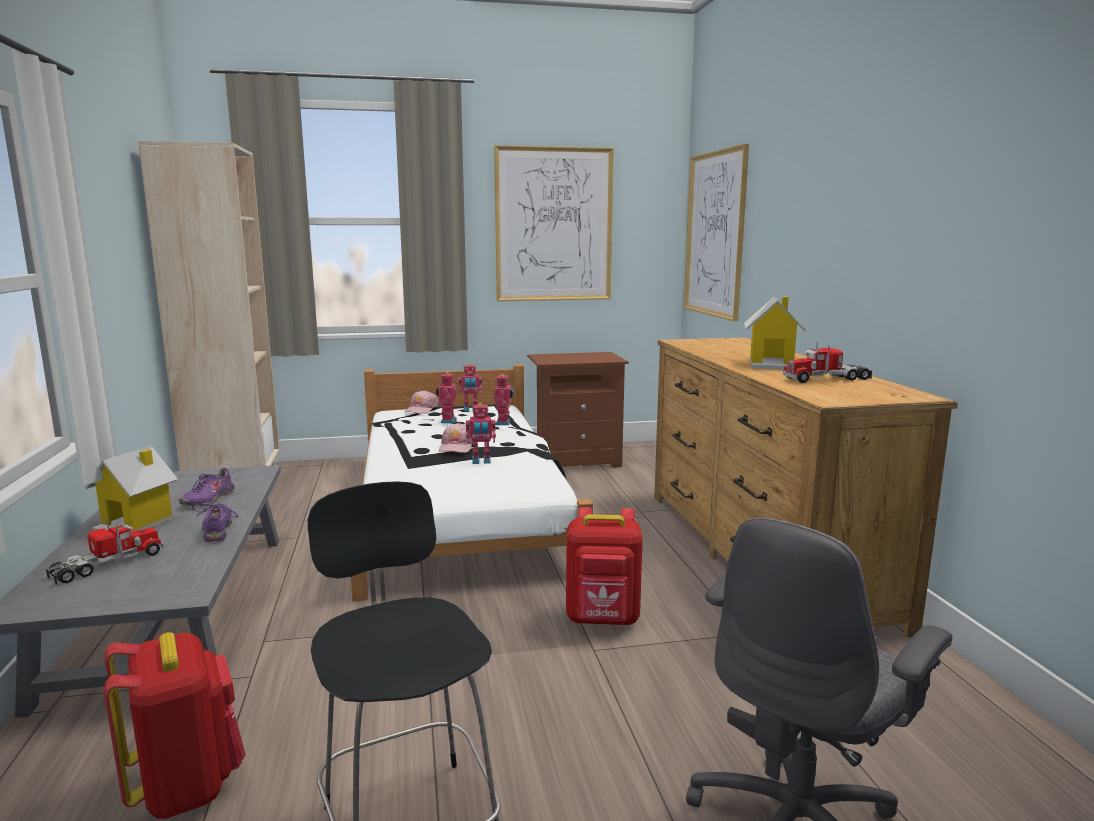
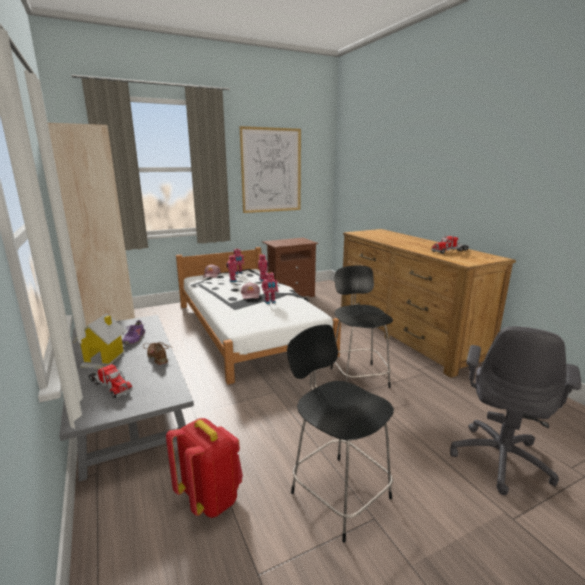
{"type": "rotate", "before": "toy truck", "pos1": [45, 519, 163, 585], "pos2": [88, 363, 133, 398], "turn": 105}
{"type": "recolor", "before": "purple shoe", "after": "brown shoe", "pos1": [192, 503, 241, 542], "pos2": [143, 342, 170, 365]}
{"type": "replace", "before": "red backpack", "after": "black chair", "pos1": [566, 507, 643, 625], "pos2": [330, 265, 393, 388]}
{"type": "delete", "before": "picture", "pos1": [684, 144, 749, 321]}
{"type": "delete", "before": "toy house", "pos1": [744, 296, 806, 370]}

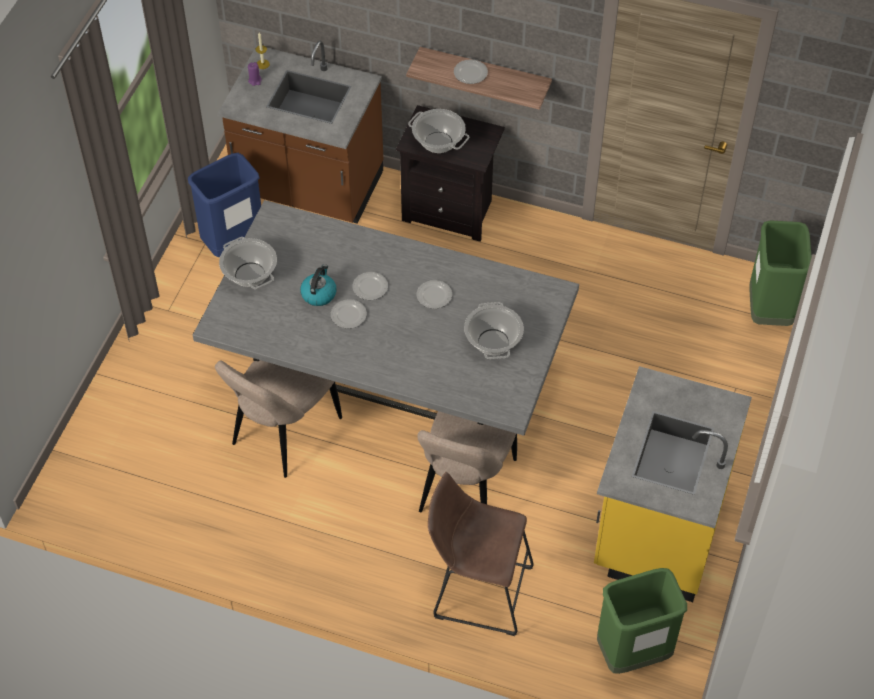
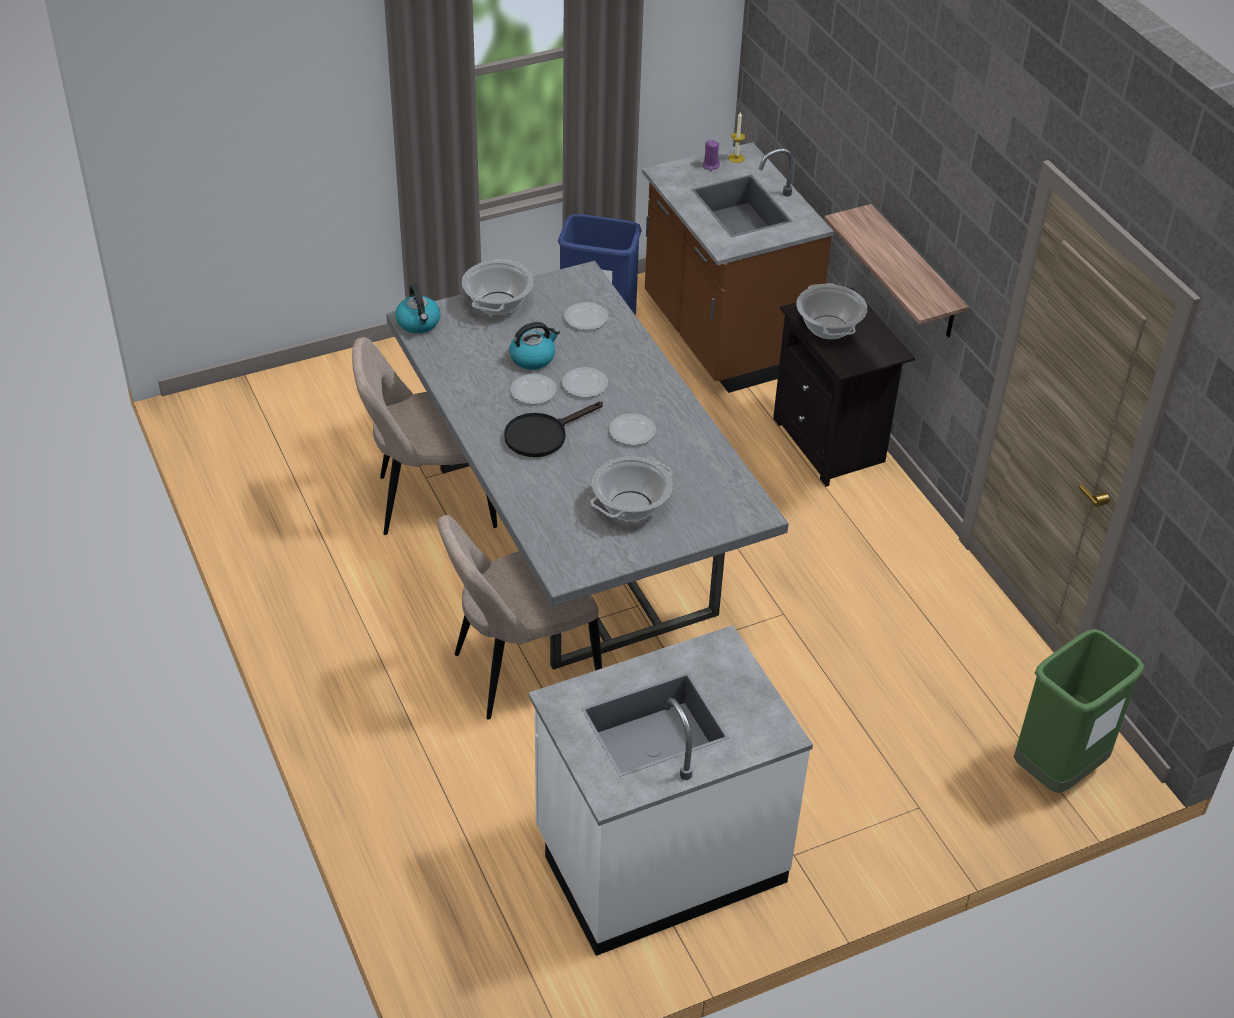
{"type": "insert", "after": "kettle", "pos2": [395, 284, 441, 333]}
{"type": "insert", "after": "black frying pan", "pos2": [504, 402, 603, 457]}
{"type": "recolor", "before": "yellow counter", "after": "white counter", "pos1": [594, 366, 752, 602], "pos2": [529, 625, 813, 956]}
{"type": "move", "before": "plate", "pos1": [454, 59, 488, 84], "pos2": [564, 302, 608, 330]}
{"type": "delete", "before": "brown stool", "pos1": [428, 472, 534, 636]}
{"type": "delete", "before": "green trash can", "pos1": [597, 568, 687, 674]}

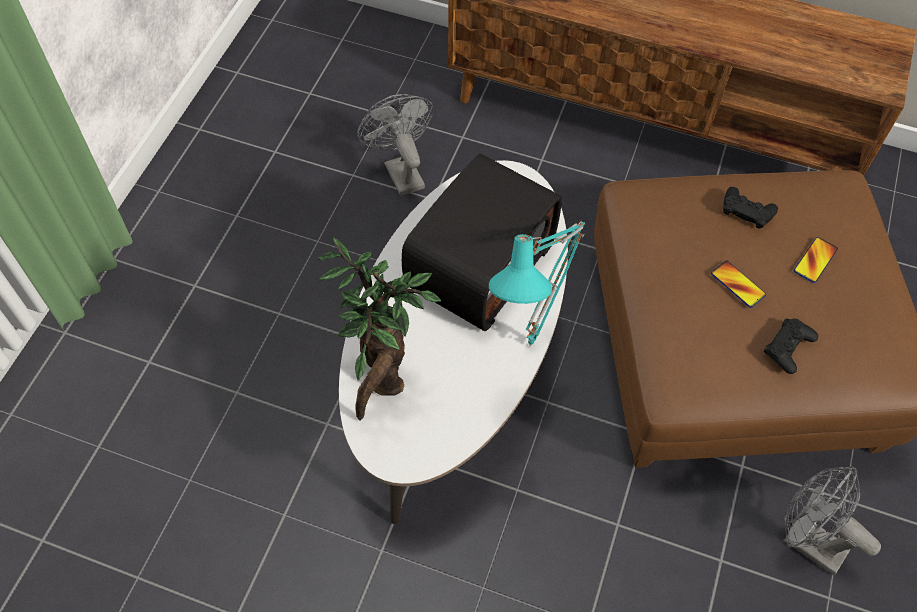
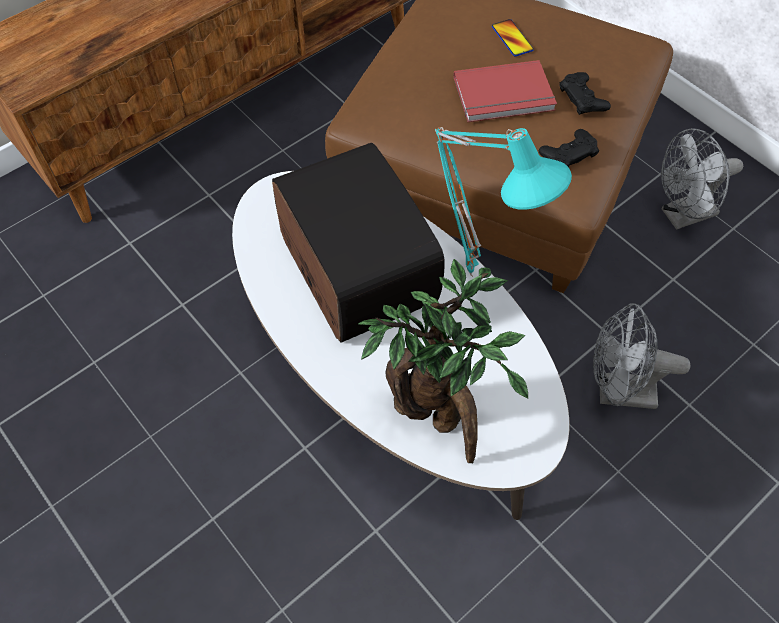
{"type": "replace", "before": "phone", "after": "red book", "pos1": [711, 260, 766, 308], "pos2": [453, 60, 557, 122]}
{"type": "move", "before": "black game controller", "pos1": [723, 187, 778, 229], "pos2": [539, 129, 599, 167]}
{"type": "move", "before": "grey fan", "pos1": [357, 94, 433, 196], "pos2": [593, 303, 690, 409]}

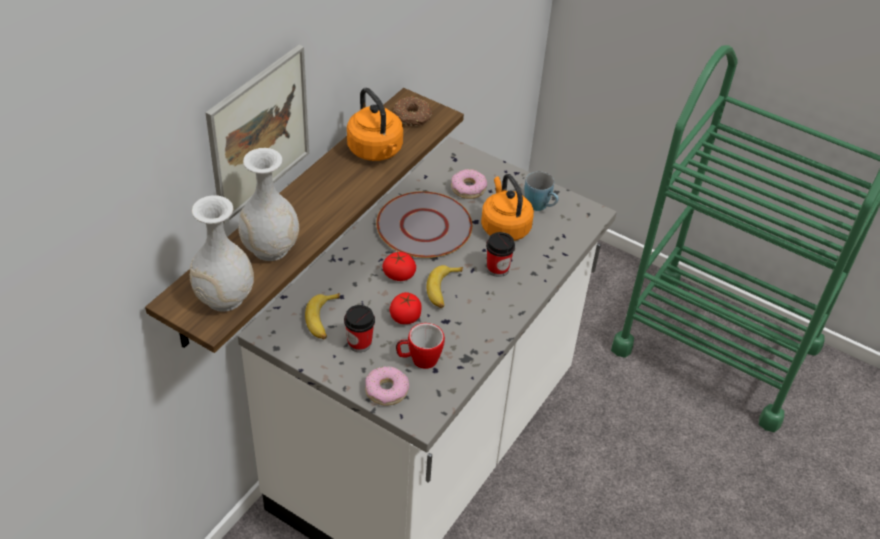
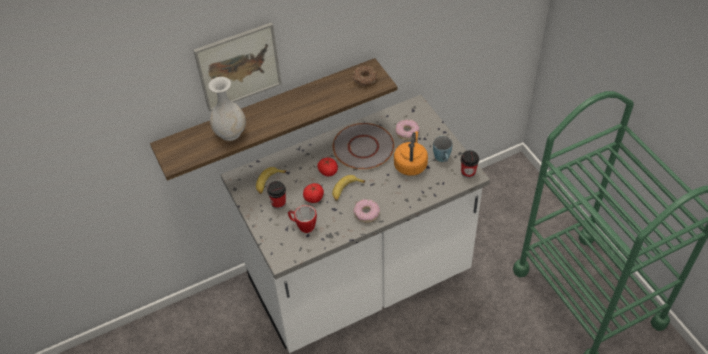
{"type": "move", "before": "donut", "pos1": [365, 366, 409, 406], "pos2": [353, 199, 380, 223]}
{"type": "move", "before": "cup", "pos1": [486, 232, 515, 277], "pos2": [461, 150, 479, 178]}
{"type": "delete", "before": "white vase", "pos1": [190, 195, 254, 311]}
{"type": "delete", "before": "orange kettle", "pos1": [347, 88, 403, 161]}

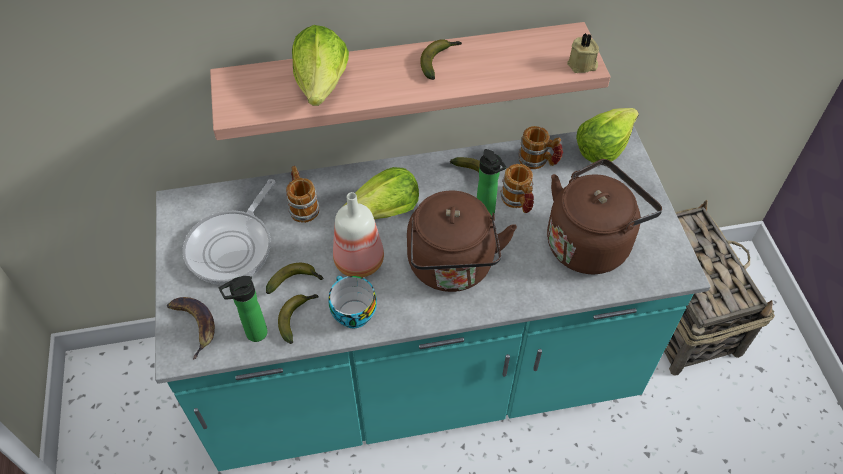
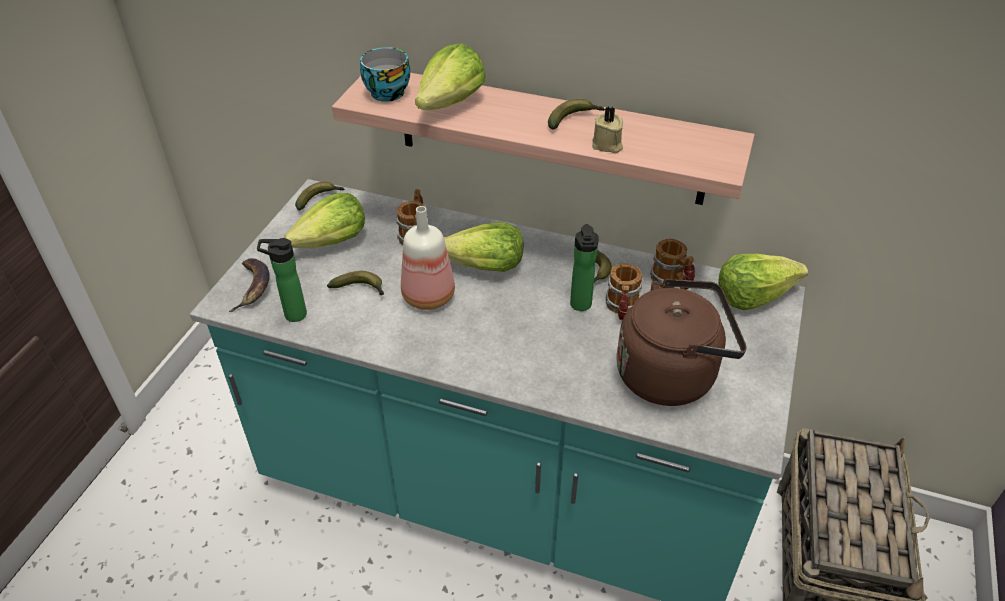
{"type": "replace", "before": "frying pan", "after": "lettuce", "pos1": [182, 179, 275, 285], "pos2": [284, 193, 365, 248]}
{"type": "move", "before": "banana", "pos1": [278, 294, 319, 344], "pos2": [295, 182, 345, 210]}
{"type": "move", "before": "cup", "pos1": [329, 276, 377, 328], "pos2": [360, 47, 410, 102]}
{"type": "move", "before": "beige candle", "pos1": [567, 33, 599, 73], "pos2": [592, 107, 623, 153]}
{"type": "delete", "before": "brown kettle", "pos1": [407, 190, 517, 292]}

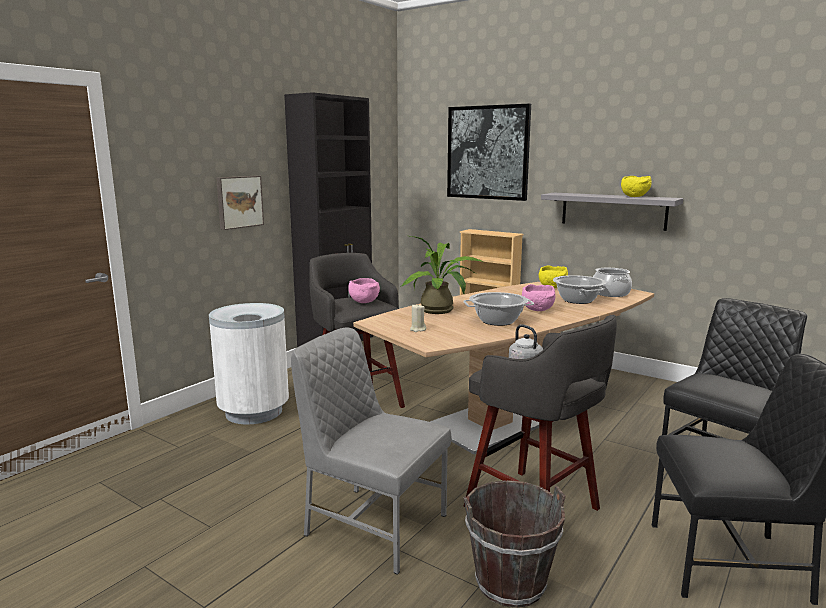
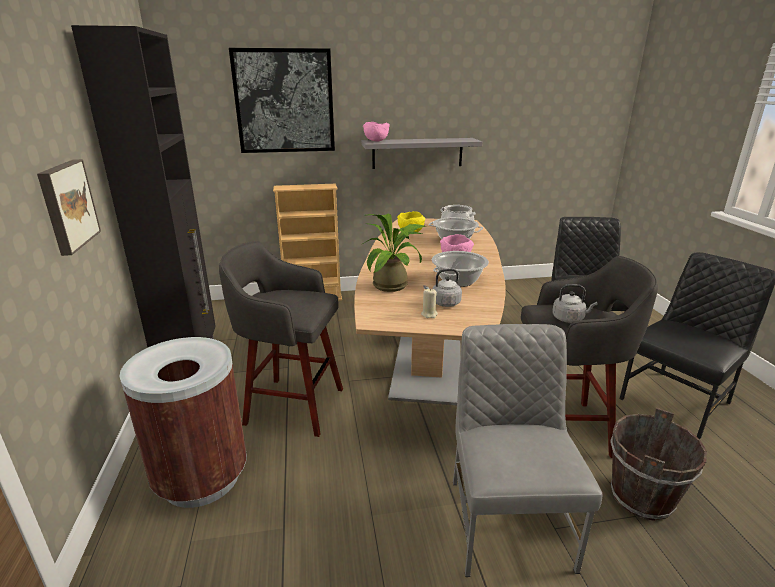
{"type": "recolor", "before": "white trash can", "after": "brown trash can", "pos1": [209, 303, 289, 424], "pos2": [119, 337, 247, 508]}
{"type": "move", "before": "pink bowl", "pos1": [348, 278, 380, 303], "pos2": [363, 122, 390, 142]}
{"type": "insert", "after": "grey kettle", "pos2": [423, 268, 462, 307]}
{"type": "rotate", "before": "grey chair", "pos1": [291, 328, 452, 575], "pos2": [453, 324, 603, 577], "turn": 105}
{"type": "delete", "before": "yellow bowl", "pos1": [621, 176, 652, 197]}

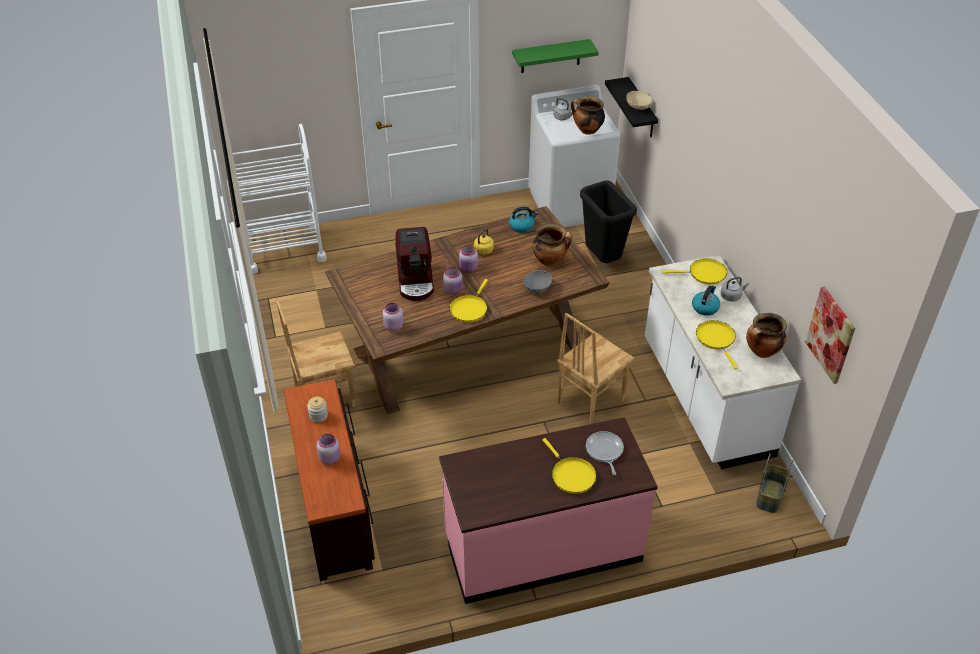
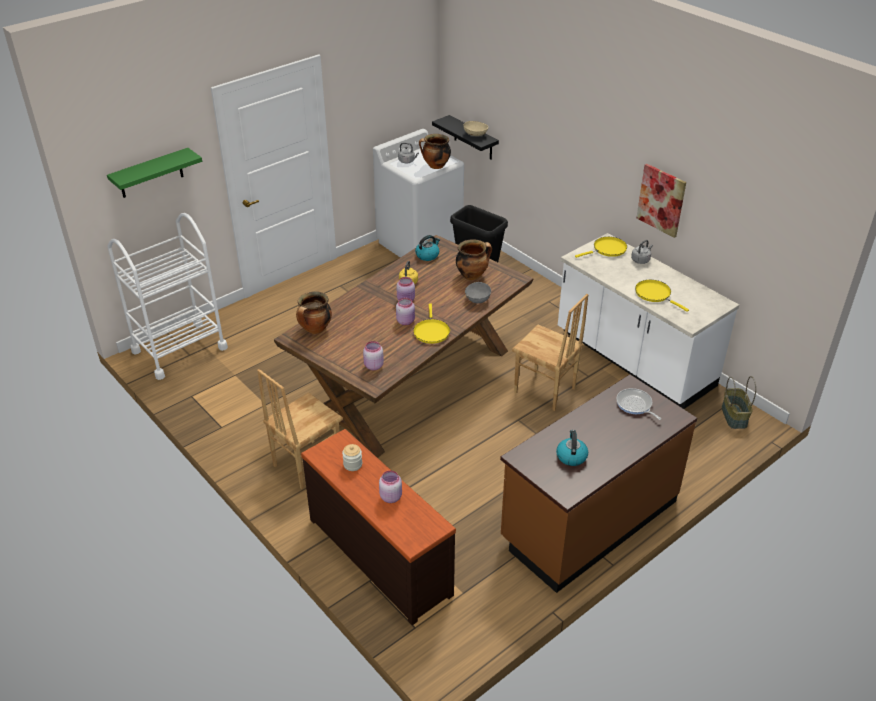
{"type": "move", "before": "green shelf", "pos1": [512, 39, 599, 73], "pos2": [107, 148, 202, 198]}
{"type": "move", "before": "cooking pot", "pos1": [746, 313, 787, 358], "pos2": [296, 291, 332, 334]}
{"type": "recolor", "before": "pink counter", "after": "brown counter", "pos1": [439, 417, 658, 604], "pos2": [500, 375, 697, 593]}
{"type": "rotate", "before": "brown chair", "pos1": [557, 313, 635, 424], "pos2": [512, 294, 588, 411], "turn": -75}
{"type": "move", "before": "kettle", "pos1": [692, 285, 720, 316], "pos2": [556, 430, 588, 466]}
{"type": "move", "before": "picture", "pos1": [805, 287, 855, 384], "pos2": [636, 164, 686, 238]}
{"type": "delete", "before": "coffee machine", "pos1": [395, 227, 434, 301]}
{"type": "delete", "before": "yellow frying pan", "pos1": [542, 438, 596, 494]}

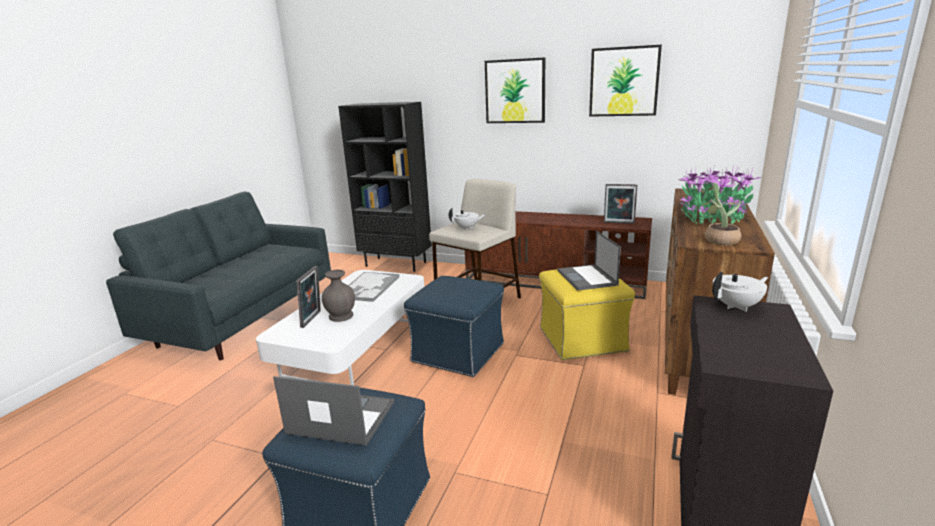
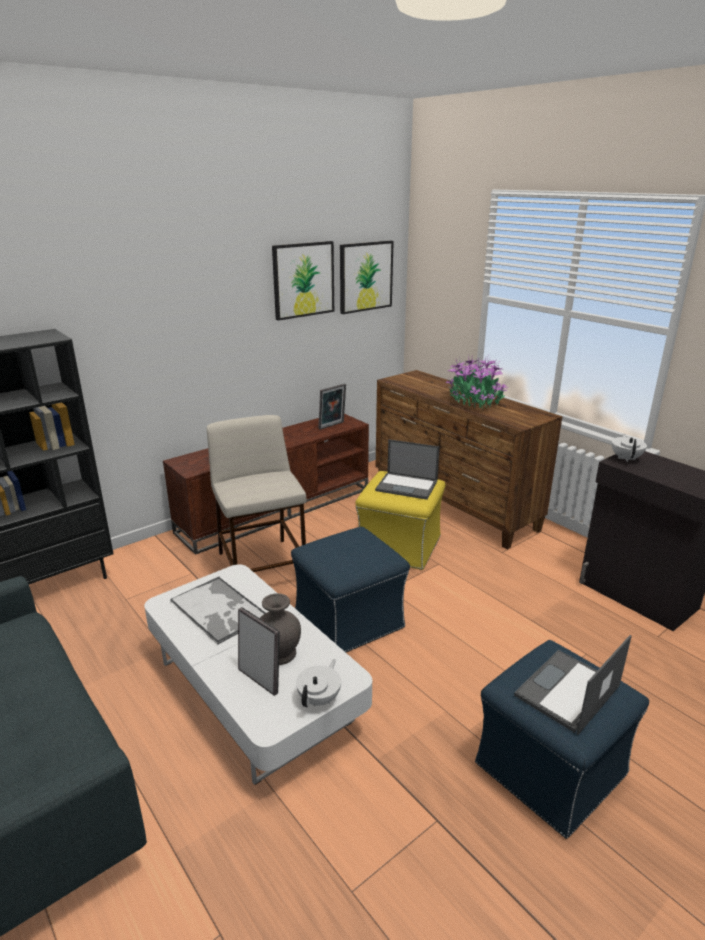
{"type": "move", "before": "white teapot", "pos1": [448, 208, 486, 229], "pos2": [296, 659, 341, 707]}
{"type": "move", "before": "picture", "pos1": [485, 57, 545, 123], "pos2": [340, 241, 394, 314]}
{"type": "delete", "before": "potted plant", "pos1": [698, 182, 741, 245]}

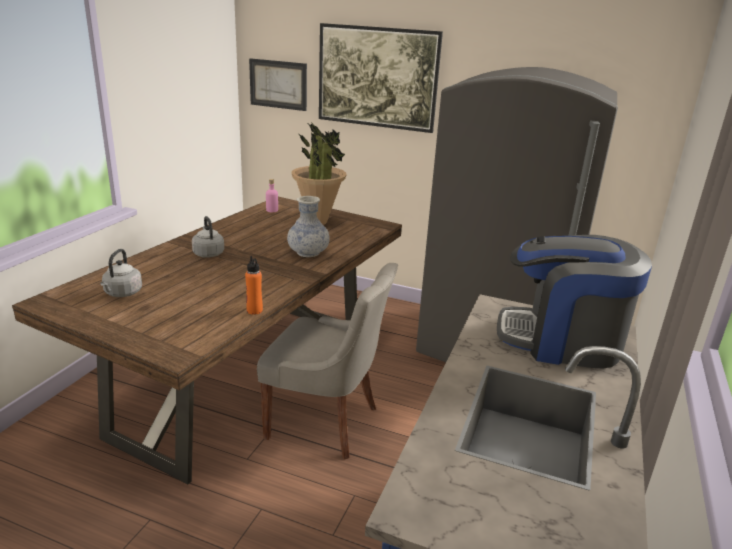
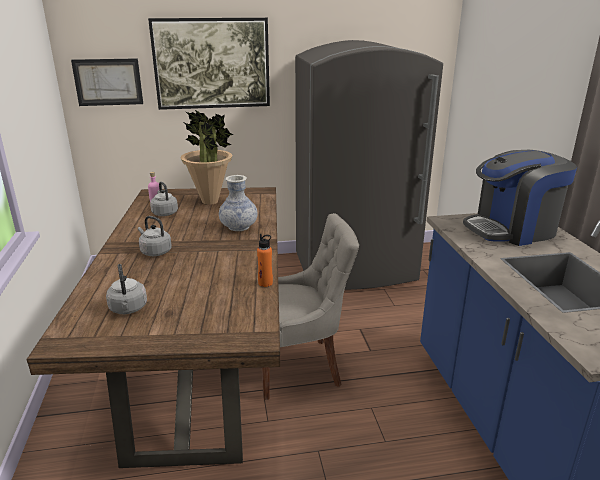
{"type": "insert", "after": "grey kettle", "pos2": [150, 182, 178, 216]}

